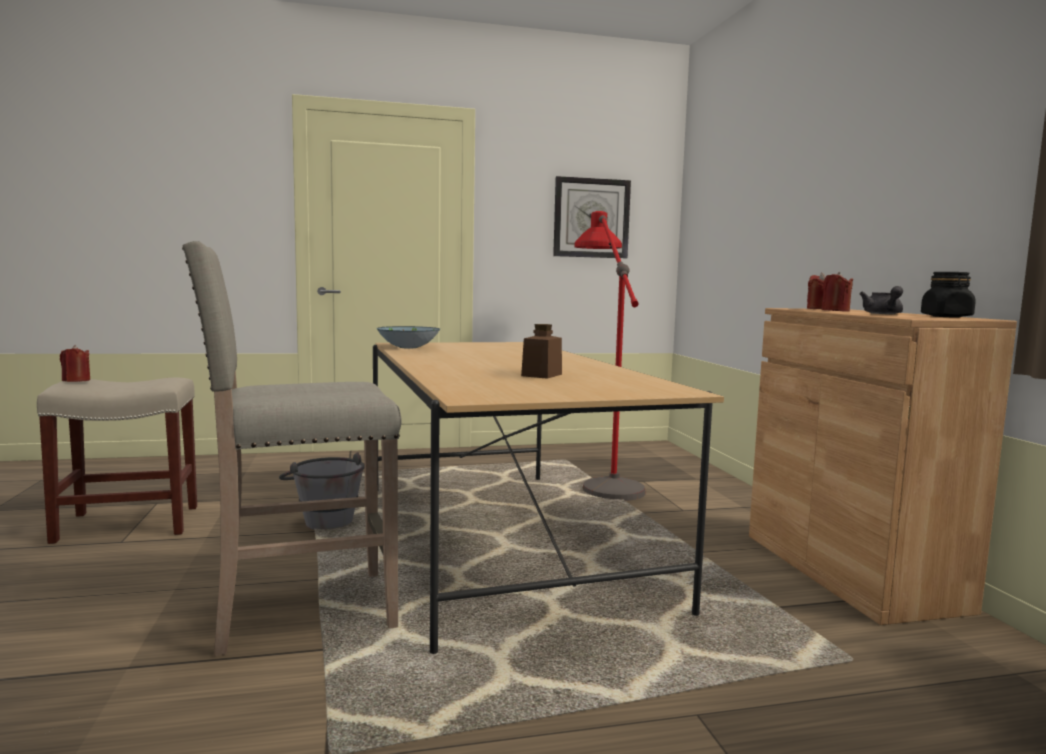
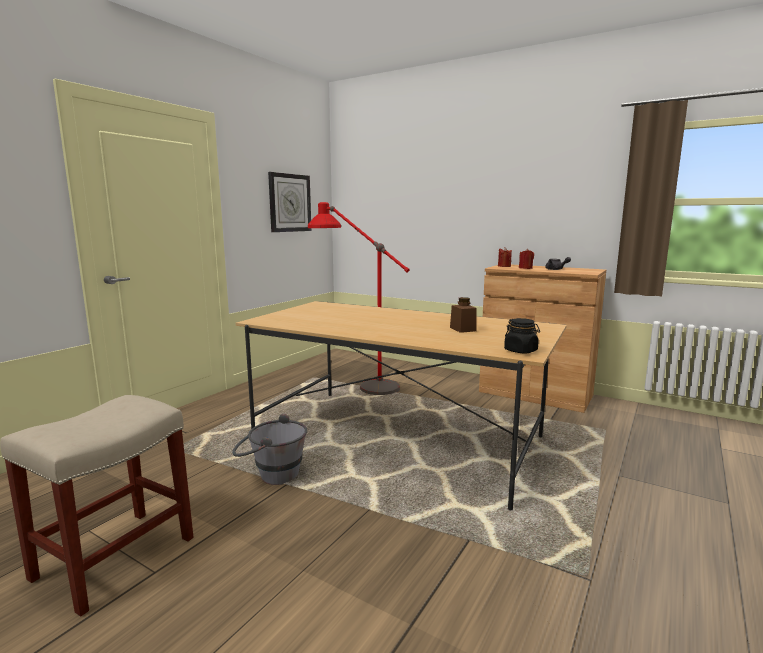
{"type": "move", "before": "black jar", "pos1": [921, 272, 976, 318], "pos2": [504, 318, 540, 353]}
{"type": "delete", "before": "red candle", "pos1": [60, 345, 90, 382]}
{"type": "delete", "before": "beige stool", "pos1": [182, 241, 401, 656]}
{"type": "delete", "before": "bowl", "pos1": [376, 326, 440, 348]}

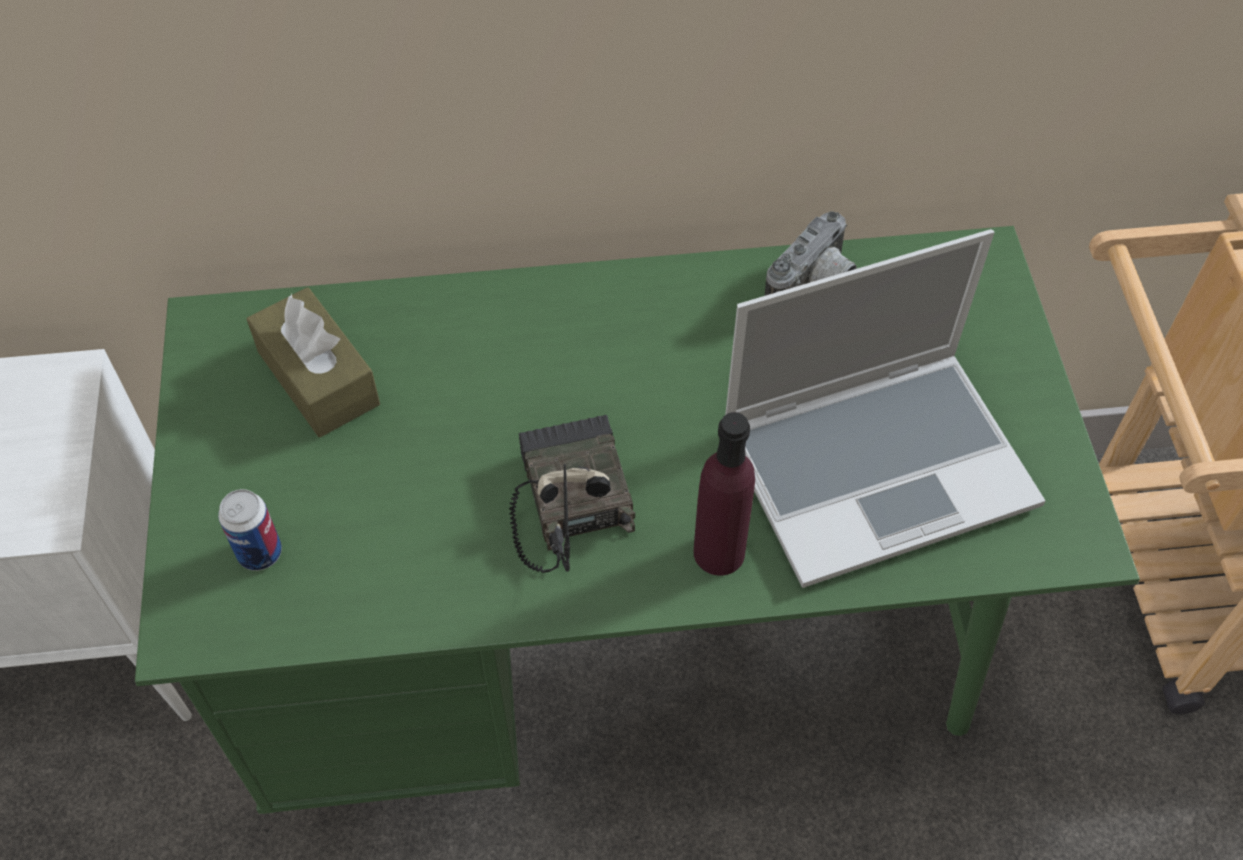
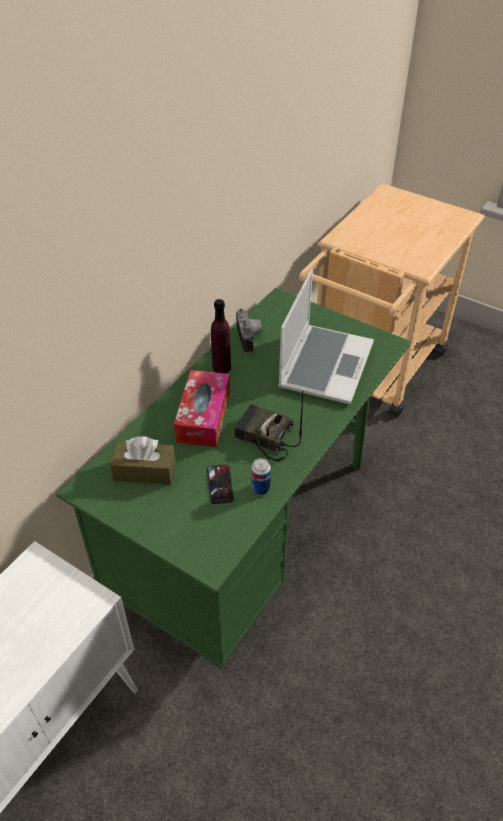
{"type": "insert", "after": "tissue box", "pos2": [174, 370, 230, 447]}
{"type": "insert", "after": "phone", "pos2": [207, 464, 234, 504]}
{"type": "move", "before": "purple bottle", "pos1": [694, 412, 755, 576], "pos2": [211, 299, 231, 373]}
{"type": "move", "before": "can", "pos1": [218, 489, 282, 571], "pos2": [251, 458, 271, 495]}

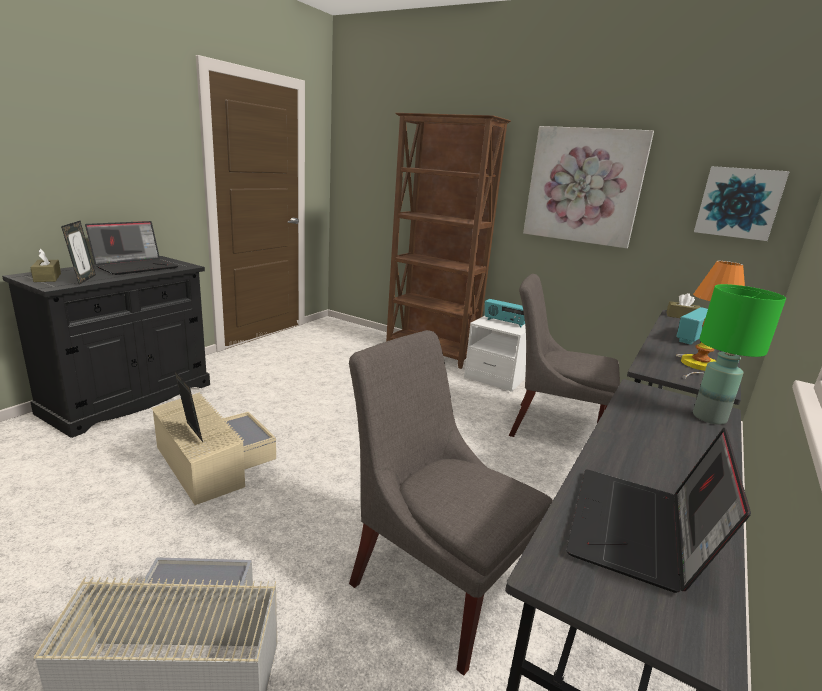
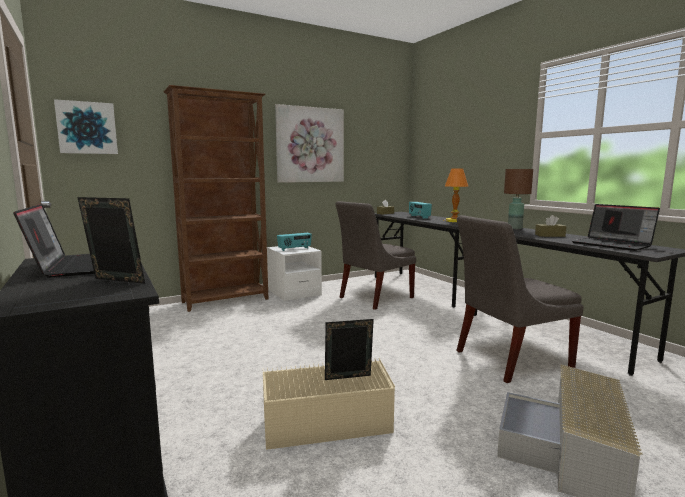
{"type": "move", "before": "picture", "pos1": [694, 166, 790, 241], "pos2": [54, 99, 118, 154]}
{"type": "recolor", "before": "green table lamp", "after": "brown table lamp", "pos1": [693, 284, 786, 425], "pos2": [504, 169, 533, 229]}
{"type": "move", "before": "brown tissue box", "pos1": [30, 249, 61, 282], "pos2": [535, 215, 566, 237]}

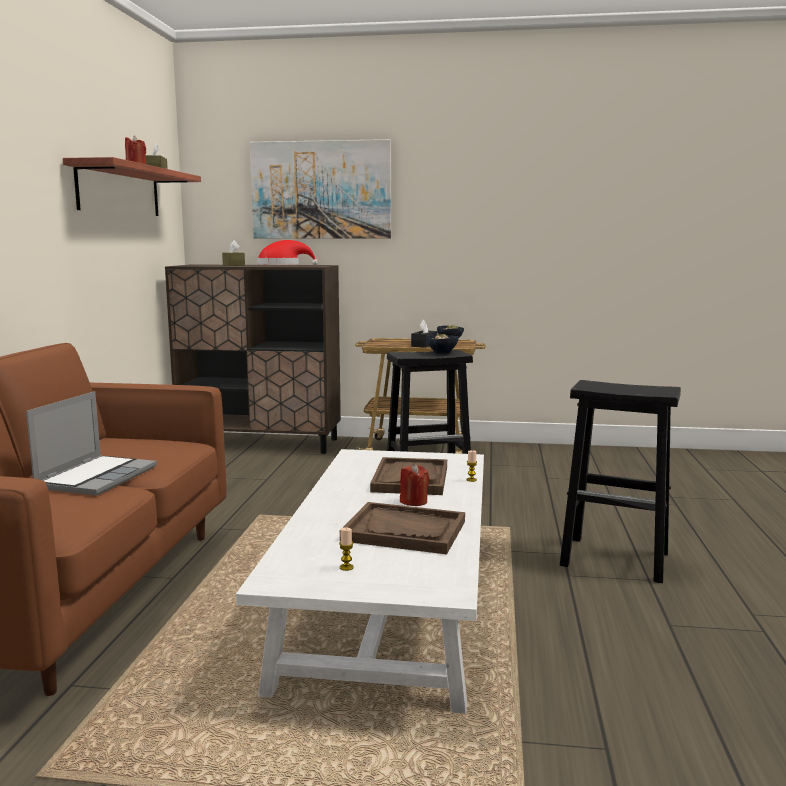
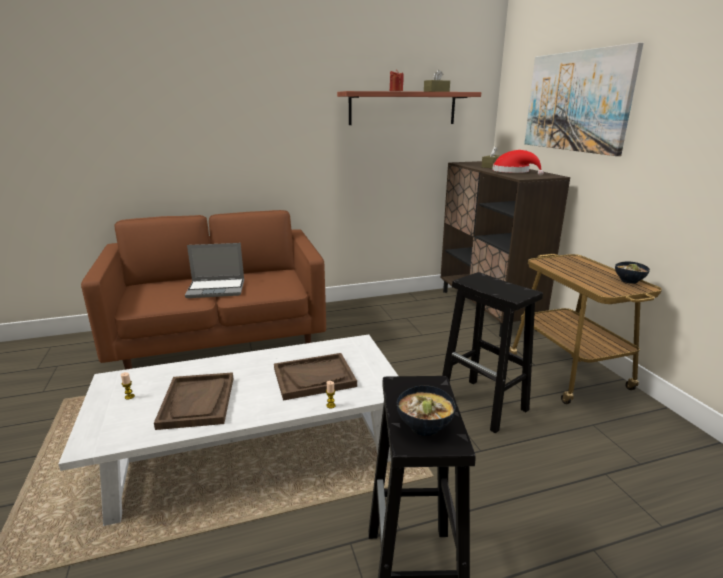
{"type": "move", "before": "bowl", "pos1": [426, 334, 459, 354], "pos2": [397, 385, 456, 436]}
{"type": "delete", "before": "red candle", "pos1": [400, 464, 429, 506]}
{"type": "delete", "before": "black tissue box", "pos1": [411, 320, 437, 348]}

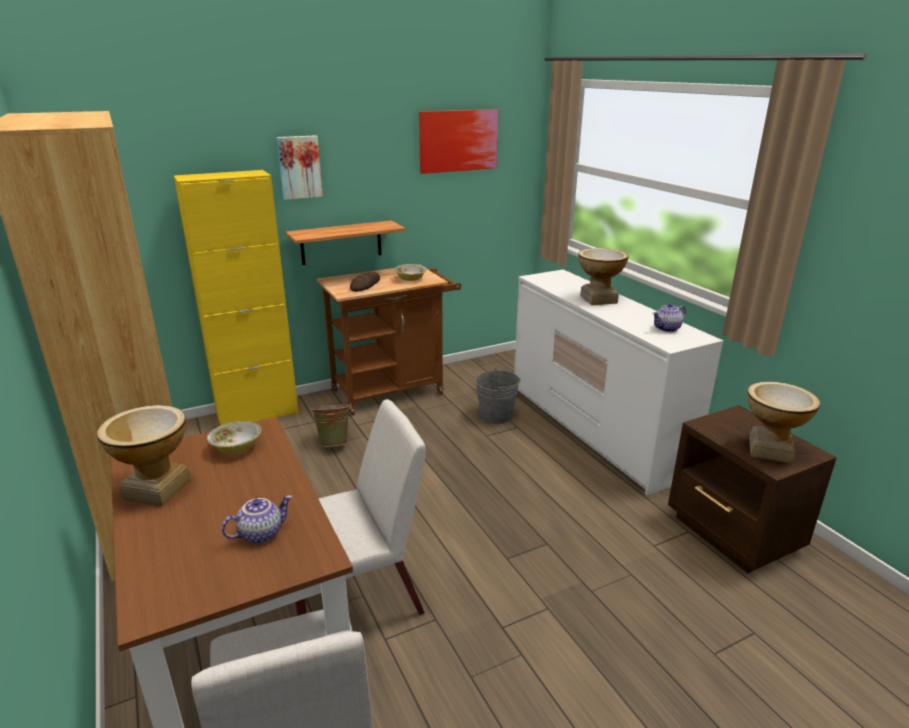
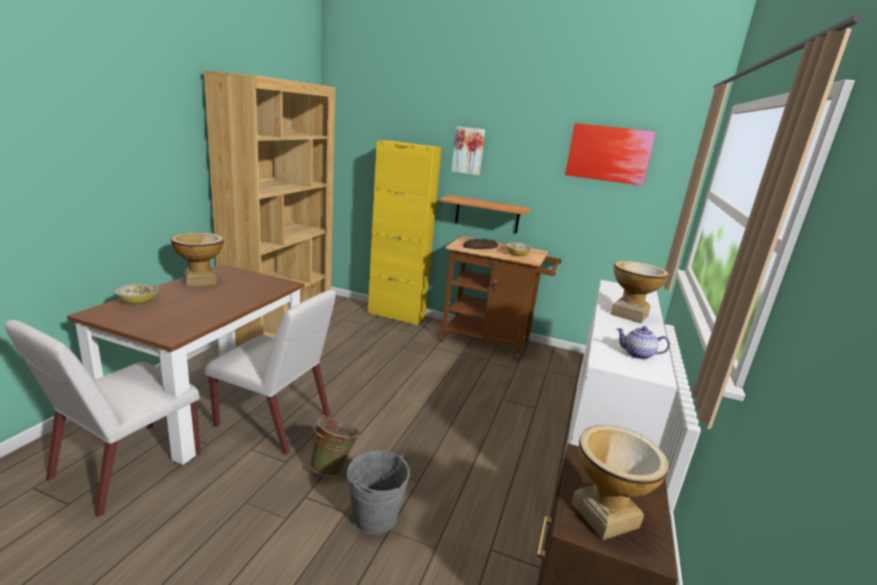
{"type": "move", "before": "bowl", "pos1": [207, 421, 261, 454], "pos2": [114, 284, 159, 304]}
{"type": "move", "before": "green bucket", "pos1": [310, 403, 351, 447], "pos2": [310, 415, 360, 476]}
{"type": "move", "before": "grey bucket", "pos1": [475, 368, 521, 424], "pos2": [347, 451, 410, 534]}
{"type": "delete", "before": "teapot", "pos1": [221, 495, 292, 544]}

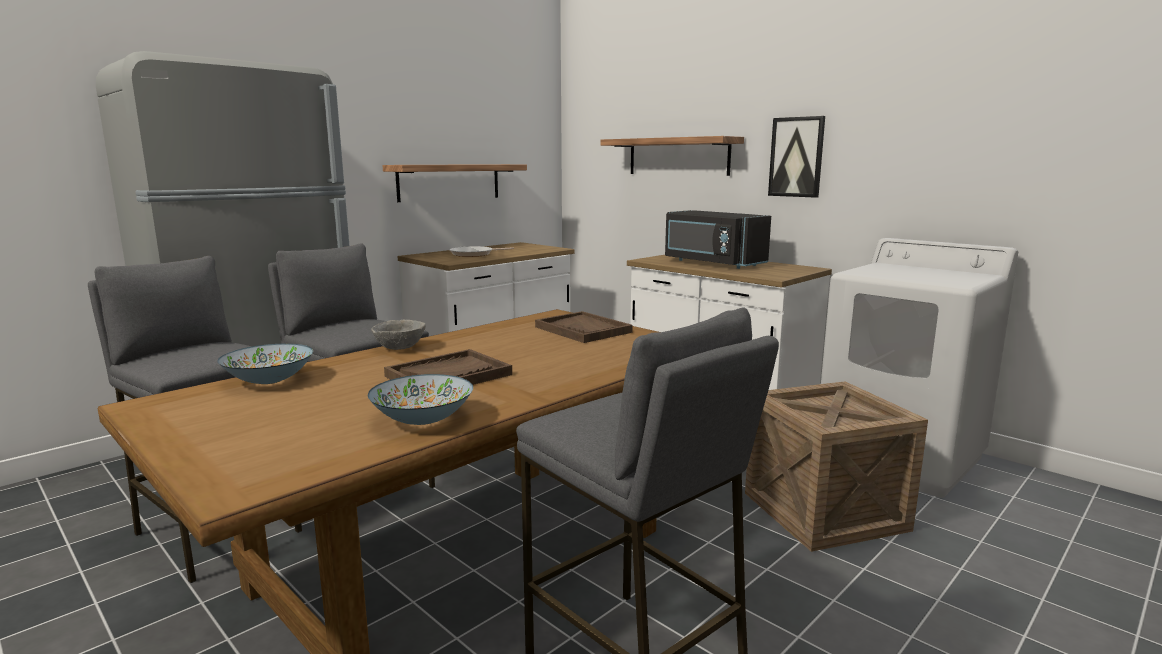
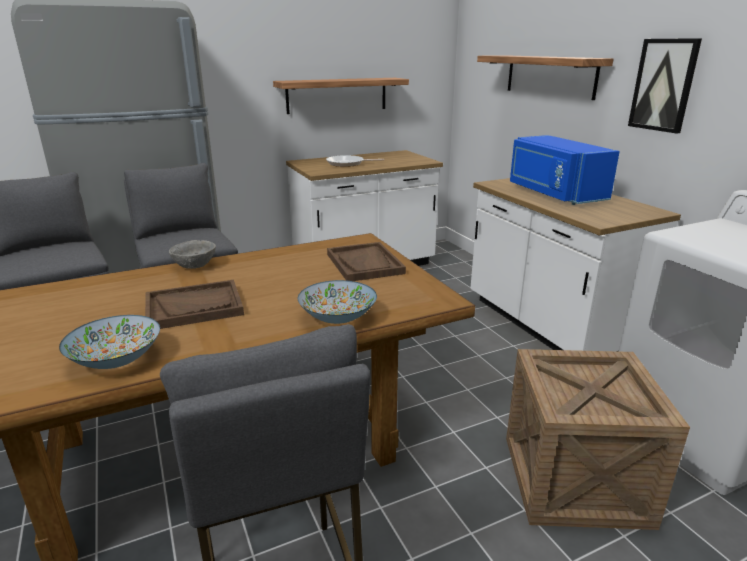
{"type": "move", "before": "bowl", "pos1": [217, 344, 313, 384], "pos2": [298, 280, 377, 324]}
{"type": "recolor", "before": "black microwave", "after": "blue microwave", "pos1": [665, 210, 771, 269], "pos2": [510, 135, 620, 205]}

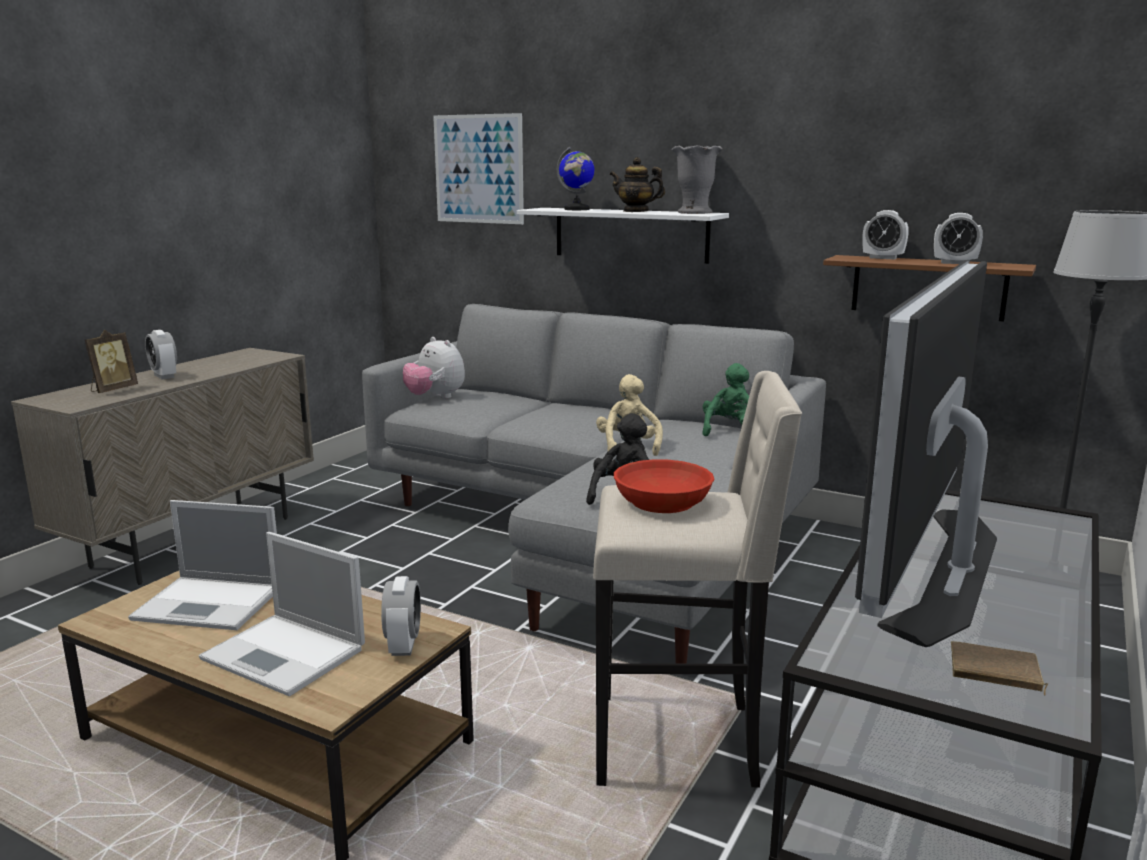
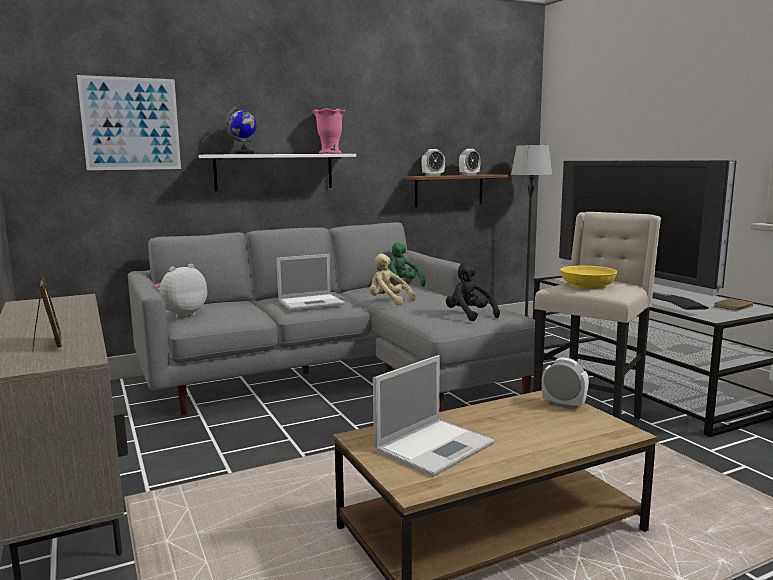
{"type": "rotate", "before": "plush toy", "pos1": [403, 337, 465, 398], "pos2": [155, 264, 207, 318], "turn": 135}
{"type": "move", "before": "laptop", "pos1": [199, 532, 365, 696], "pos2": [276, 254, 345, 310]}
{"type": "recolor", "before": "grey vase", "after": "pink vase", "pos1": [671, 146, 723, 214], "pos2": [312, 108, 345, 154]}
{"type": "recolor", "before": "red bowl", "after": "yellow bowl", "pos1": [614, 459, 714, 513], "pos2": [560, 266, 618, 289]}
{"type": "delete", "before": "alarm clock", "pos1": [145, 330, 177, 379]}
{"type": "delete", "before": "teapot", "pos1": [610, 157, 665, 212]}

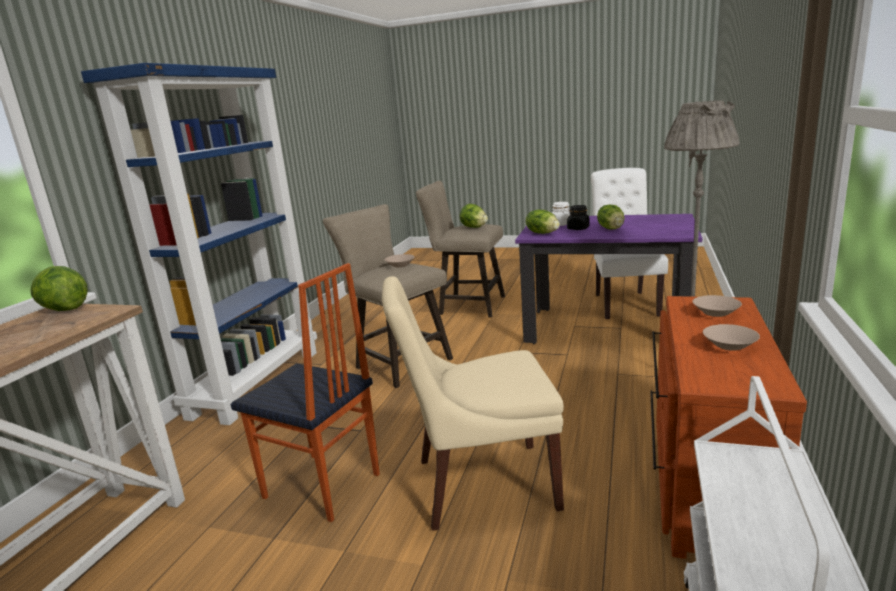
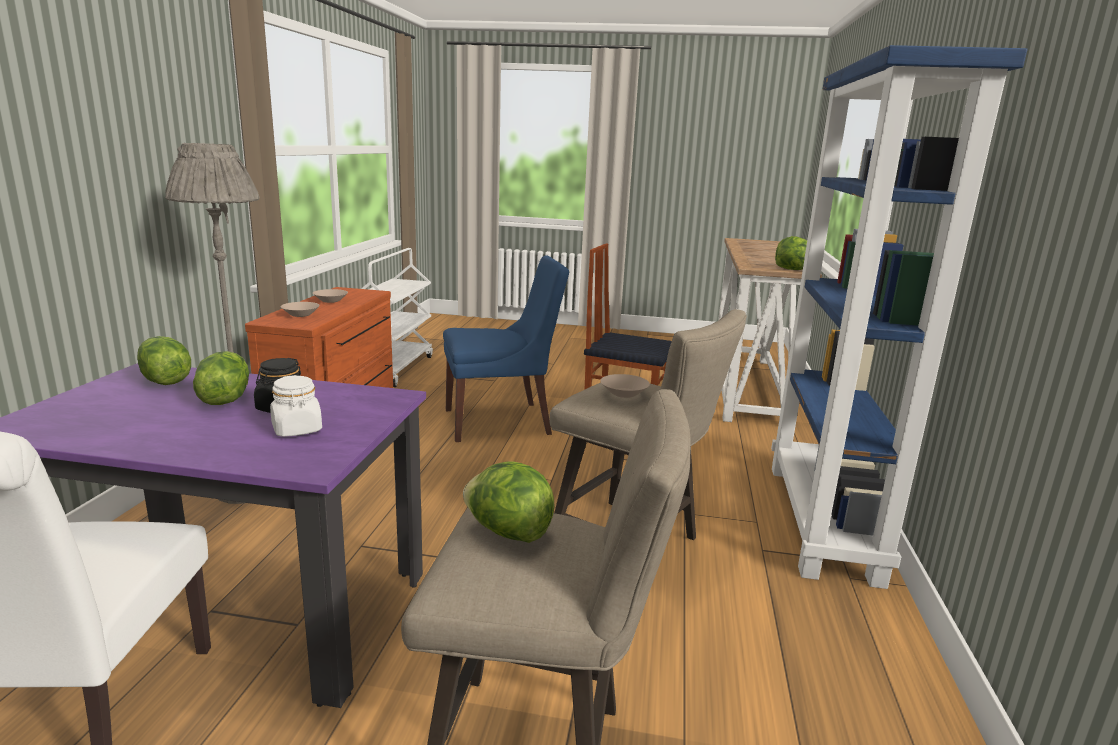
{"type": "move", "before": "lettuce", "pos1": [525, 210, 560, 234], "pos2": [137, 336, 191, 385]}
{"type": "recolor", "before": "beige chair", "after": "blue chair", "pos1": [382, 276, 564, 531], "pos2": [443, 256, 569, 442]}

